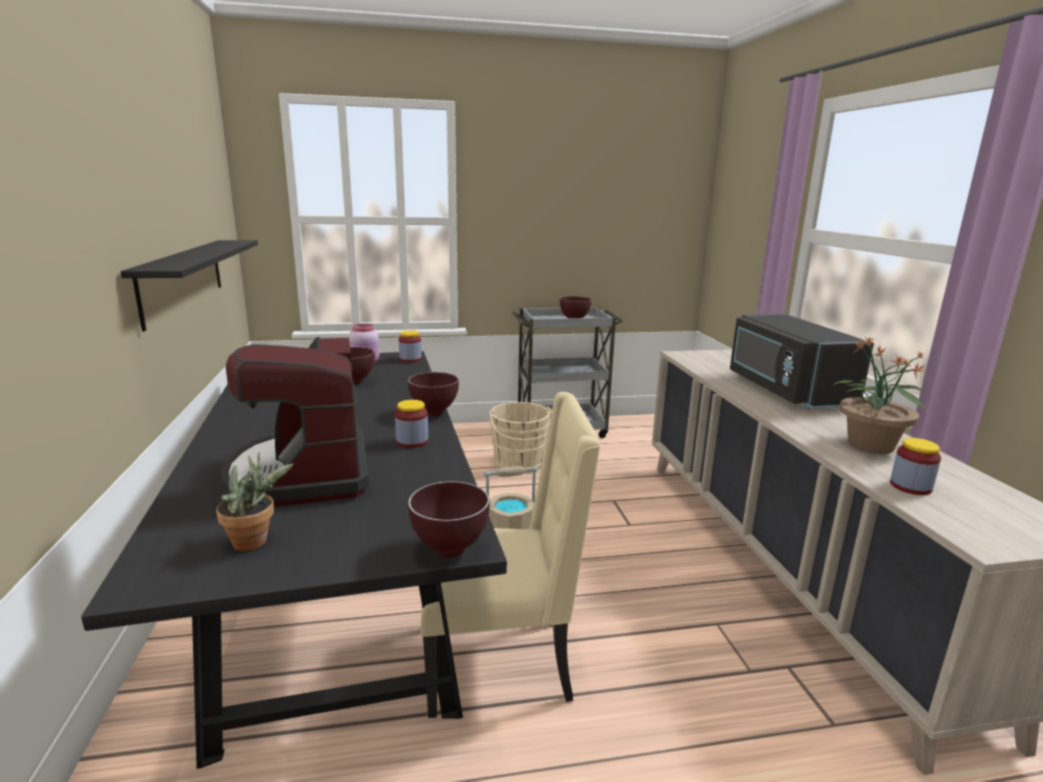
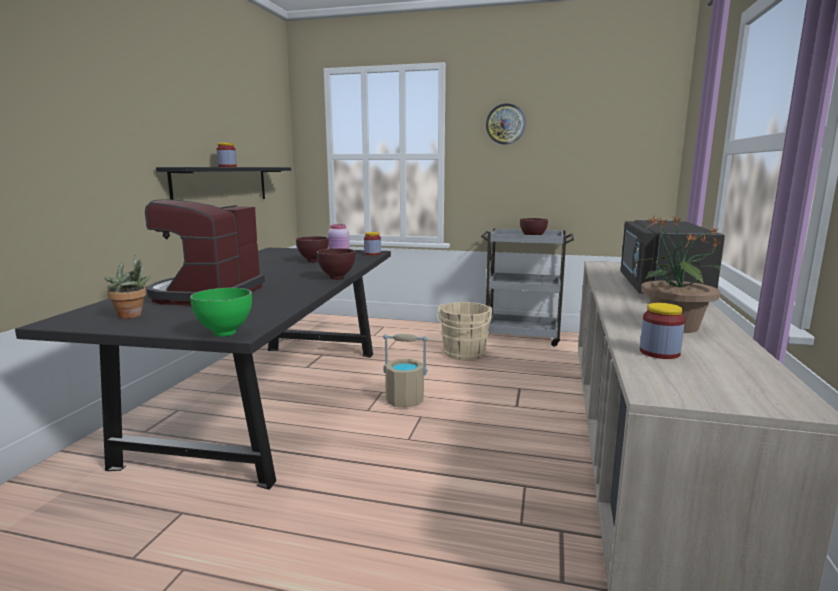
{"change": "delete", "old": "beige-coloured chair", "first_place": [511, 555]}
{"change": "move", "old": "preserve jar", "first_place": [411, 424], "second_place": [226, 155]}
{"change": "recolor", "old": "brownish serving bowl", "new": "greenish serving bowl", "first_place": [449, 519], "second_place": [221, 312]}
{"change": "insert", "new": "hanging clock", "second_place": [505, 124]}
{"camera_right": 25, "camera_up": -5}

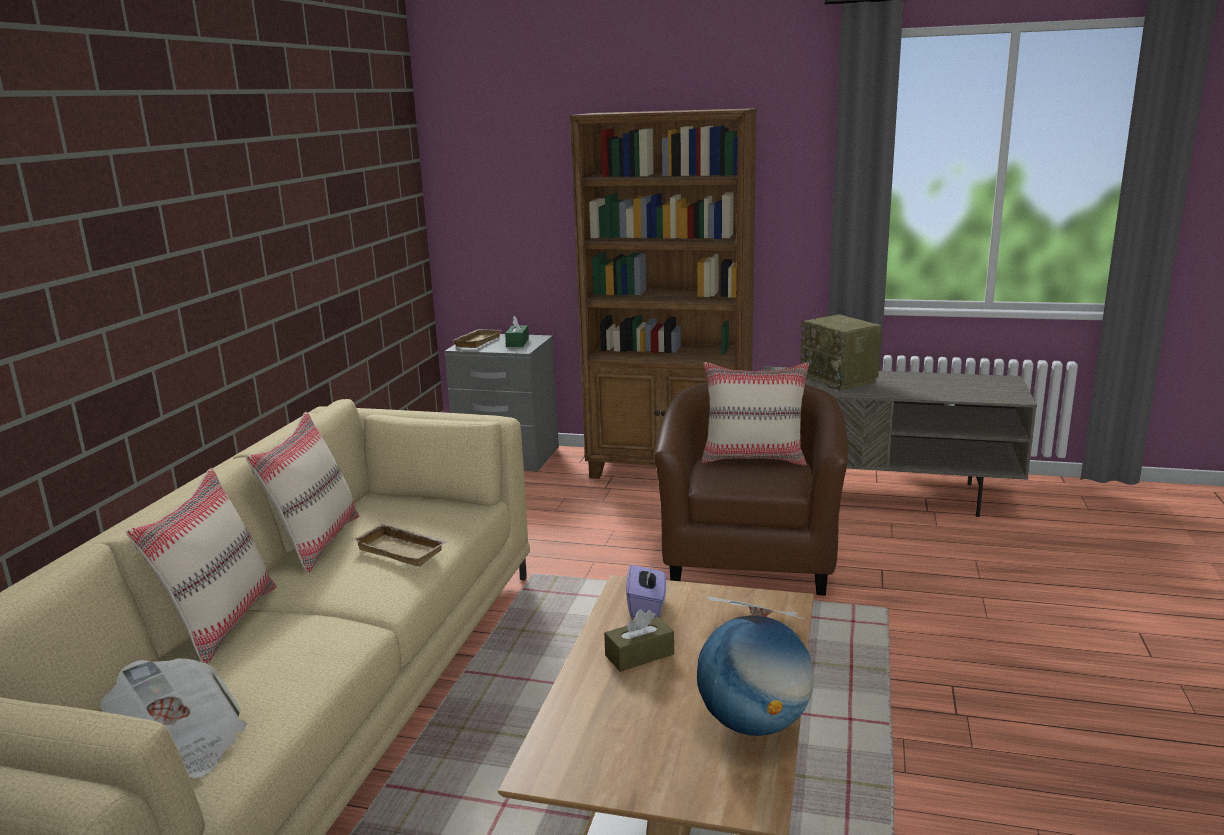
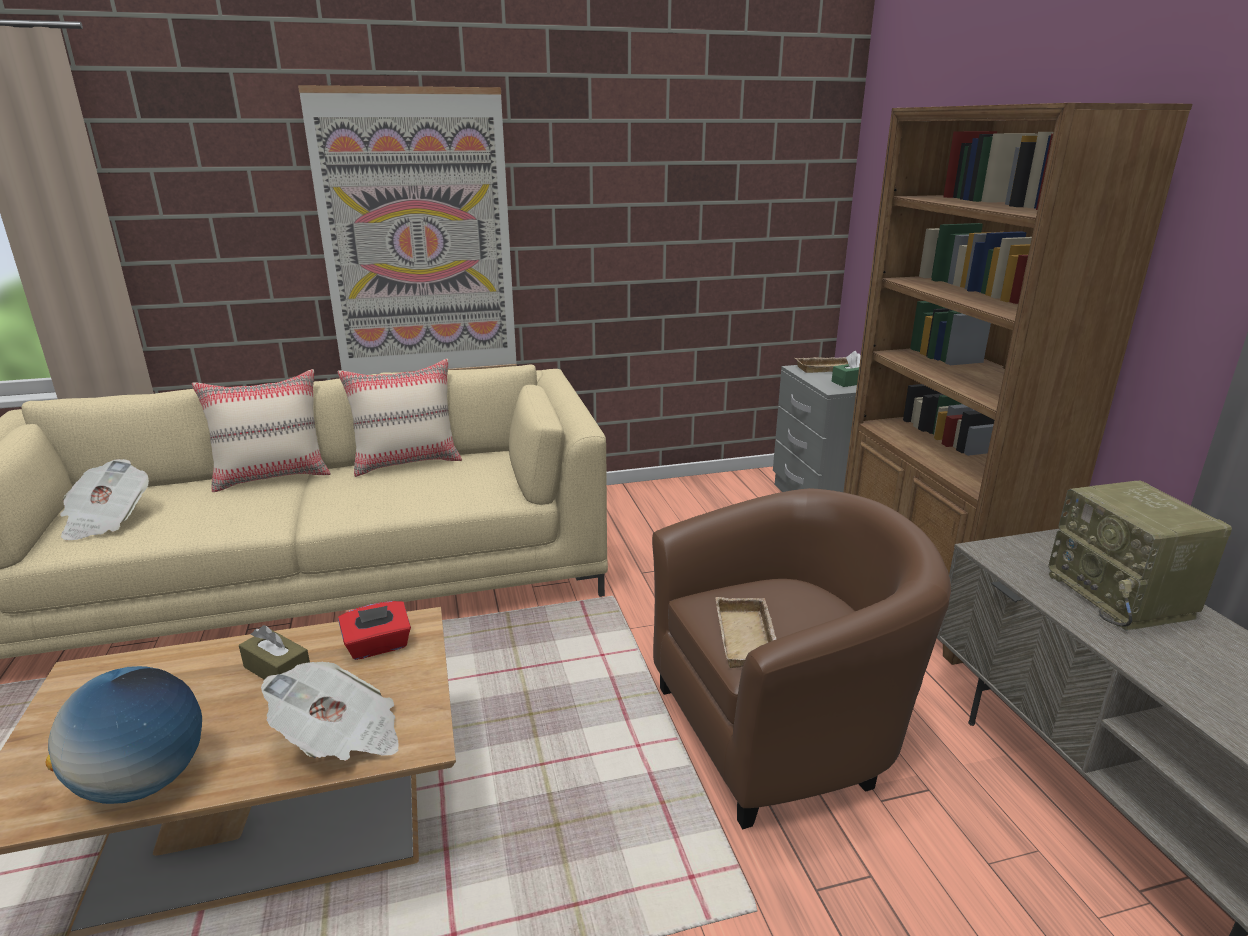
{"change": "rotate", "old": "radio receiver", "first_place": [841, 352], "second_place": [1140, 556], "degrees": -45}
{"change": "delete", "old": "beige-coloured throw pillow", "first_place": [755, 414]}
{"change": "move", "old": "beige-coloured serving tray", "first_place": [400, 545], "second_place": [745, 632]}
{"change": "recolor", "old": "purplish tissue holder", "new": "red-coloured tissue holder", "first_place": [646, 590], "second_place": [374, 630]}
{"change": "insert", "new": "wall art", "second_place": [407, 230]}
{"camera_right": 60, "camera_up": 5}

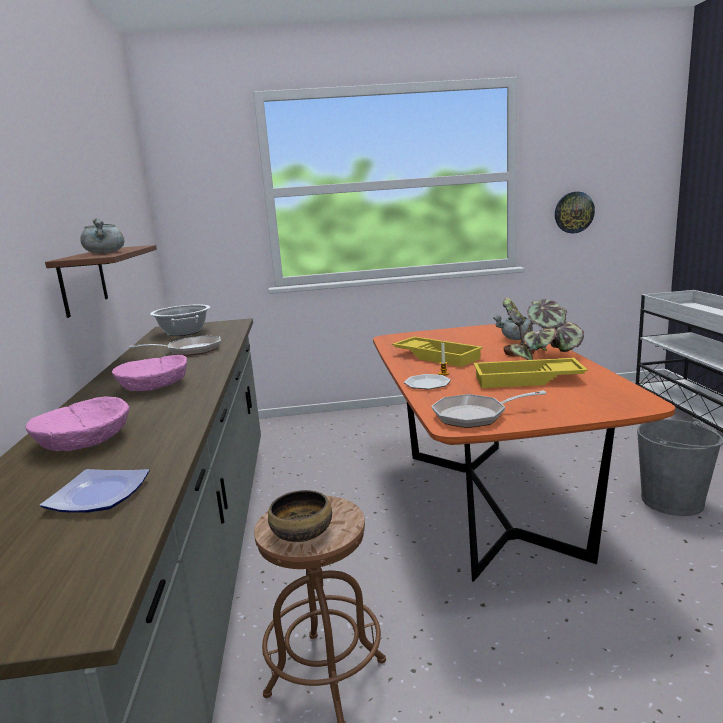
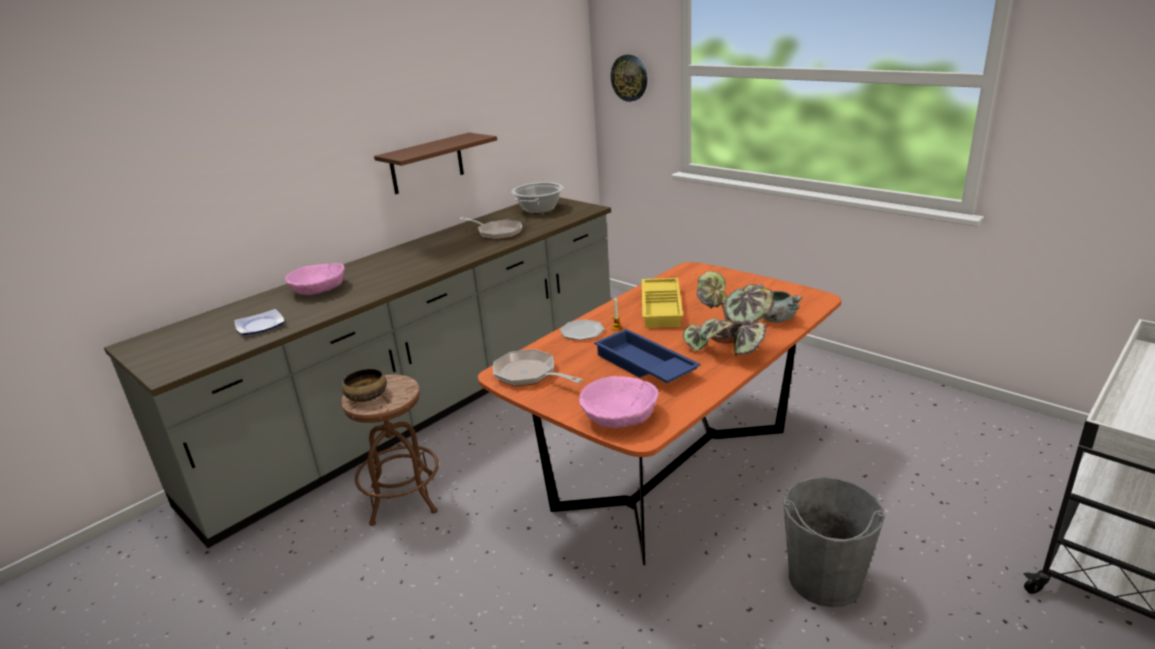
{"change": "move", "old": "hanging clock", "first_place": [575, 212], "second_place": [629, 78]}
{"change": "delete", "old": "gray stockpot", "first_place": [102, 235]}
{"change": "move", "old": "pink-coloured serving bowl", "first_place": [149, 373], "second_place": [619, 402]}
{"change": "recolor", "old": "yellowish serving tray", "new": "blue-coloured serving tray", "first_place": [531, 373], "second_place": [647, 356]}
{"camera_right": 50, "camera_up": 10}

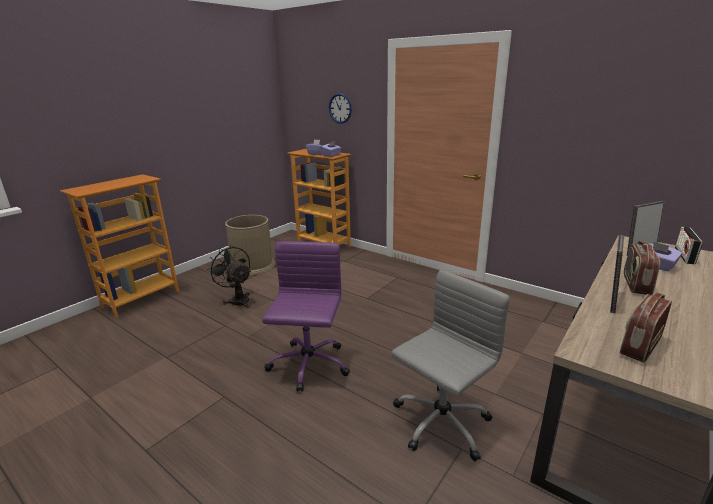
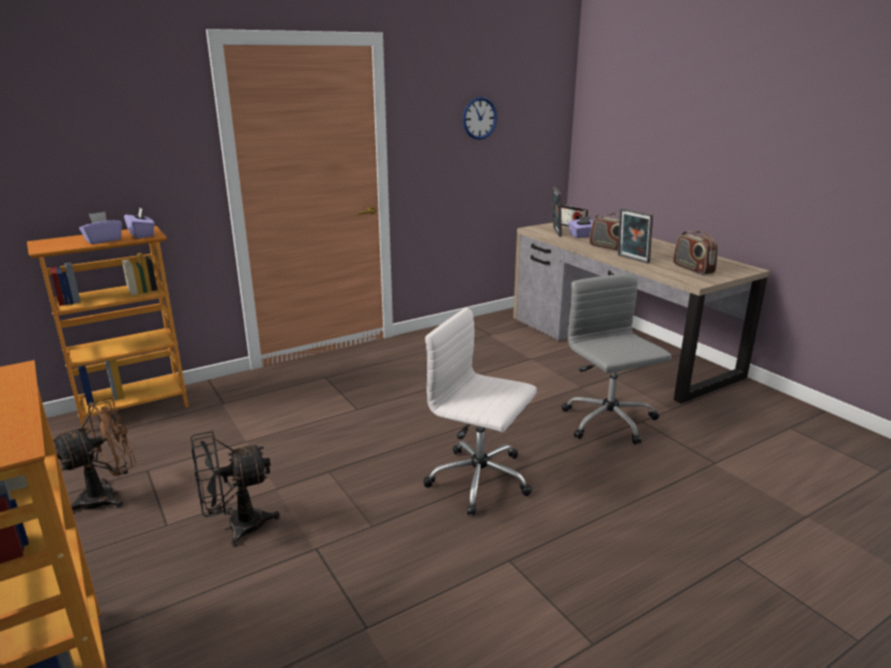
{"change": "move", "old": "hanging clock", "first_place": [340, 108], "second_place": [480, 118]}
{"change": "replace", "old": "brownish rubbish bin", "new": "brownish cooling fan", "first_place": [250, 245], "second_place": [94, 454]}
{"change": "recolor", "old": "purplish desk chair", "new": "whitish desk chair", "first_place": [306, 316], "second_place": [480, 411]}
{"camera_right": -70, "camera_up": 0}

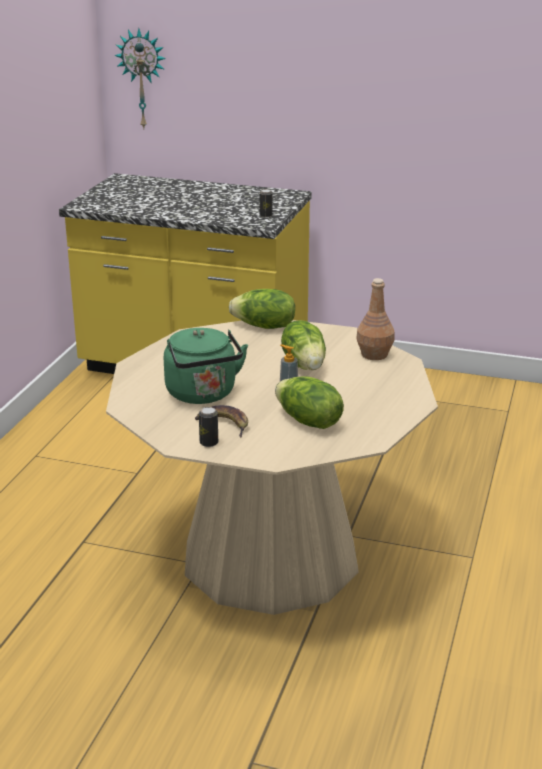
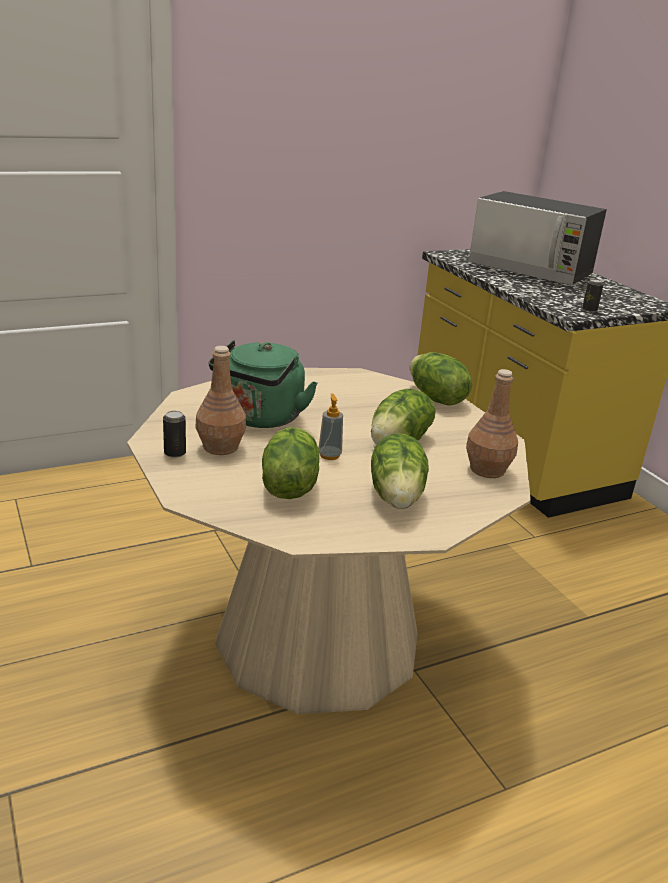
{"change": "delete", "old": "hanging clock", "first_place": [140, 78]}
{"change": "replace", "old": "whole banana", "new": "brownish bottle", "first_place": [221, 421], "second_place": [220, 400]}
{"change": "insert", "new": "microwave oven", "second_place": [537, 238]}
{"change": "insert", "new": "head of lettuce", "second_place": [400, 471]}
{"camera_right": 45, "camera_up": 0}

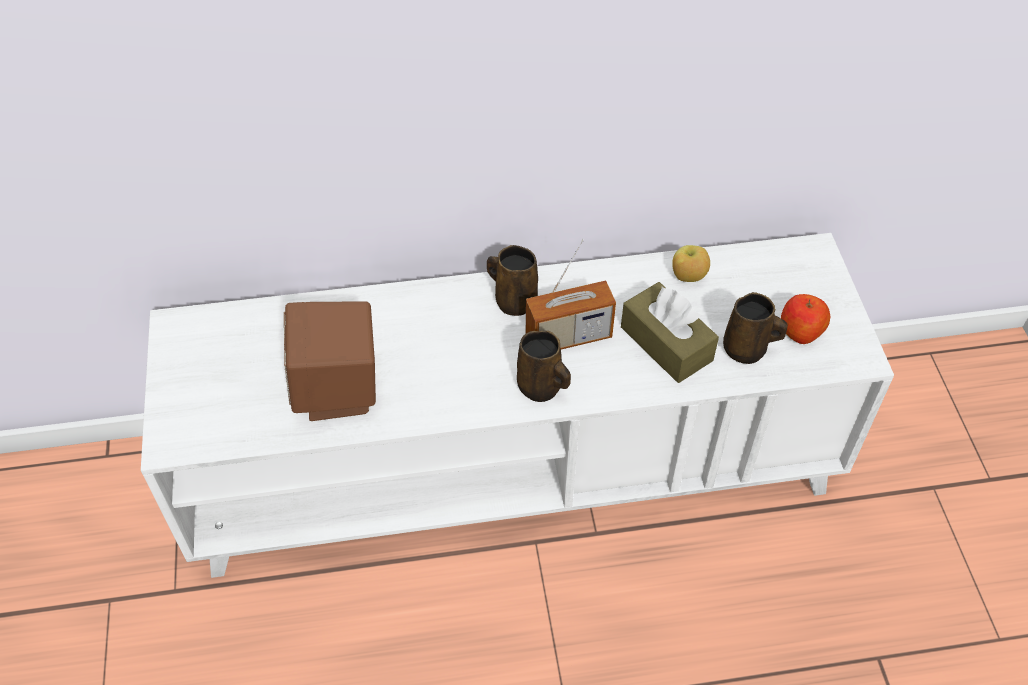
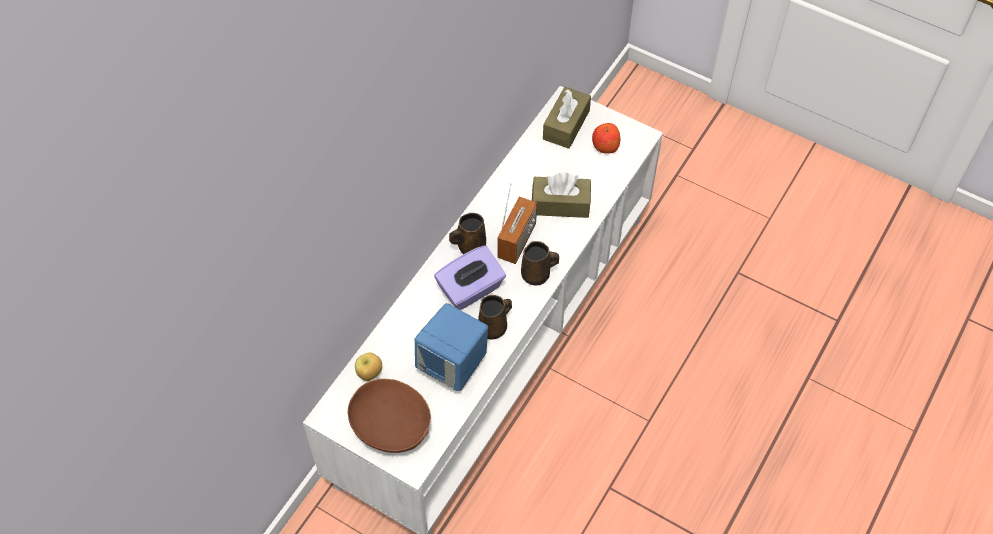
{"change": "move", "old": "whole apple", "first_place": [691, 263], "second_place": [368, 367]}
{"change": "move", "old": "brownish coffee mug", "first_place": [755, 328], "second_place": [495, 317]}
{"change": "recolor", "old": "brownish speaker", "new": "blue-coloured speaker", "first_place": [330, 361], "second_place": [451, 347]}
{"change": "insert", "new": "brownish tissue holder", "second_place": [567, 118]}
{"change": "insert", "new": "purplish tissue holder", "second_place": [470, 277]}
{"change": "insert", "new": "brownish serving bowl", "second_place": [389, 416]}
{"camera_right": -50, "camera_up": 5}

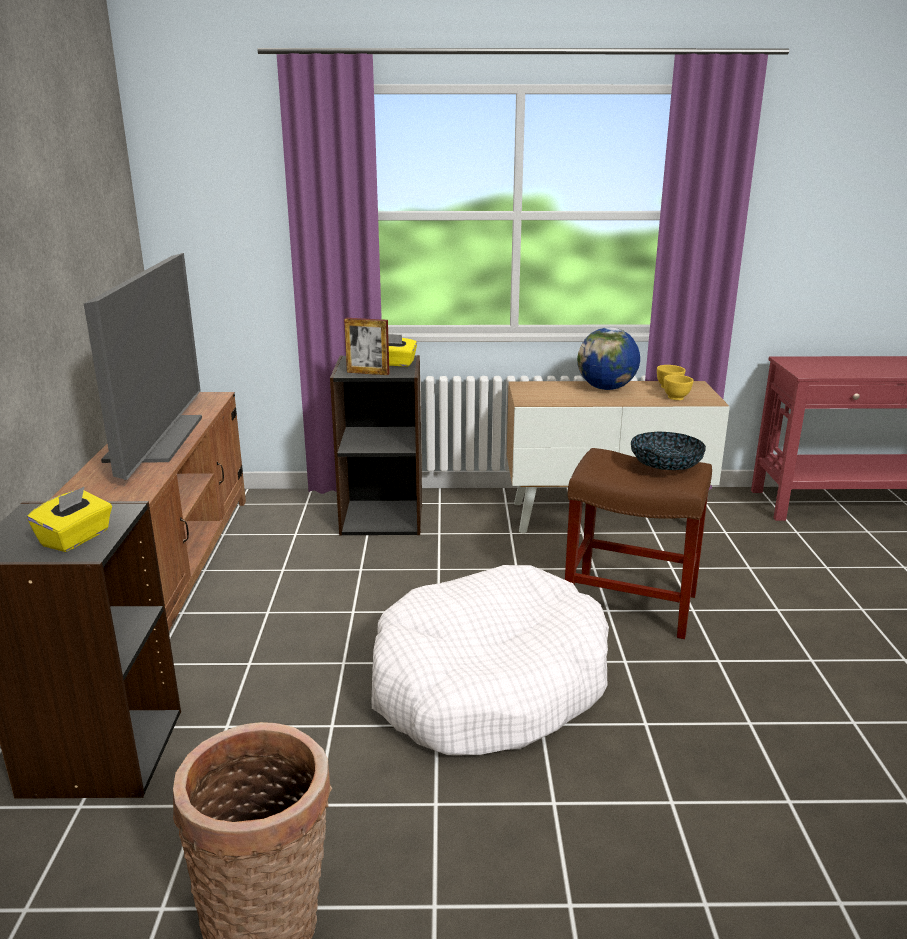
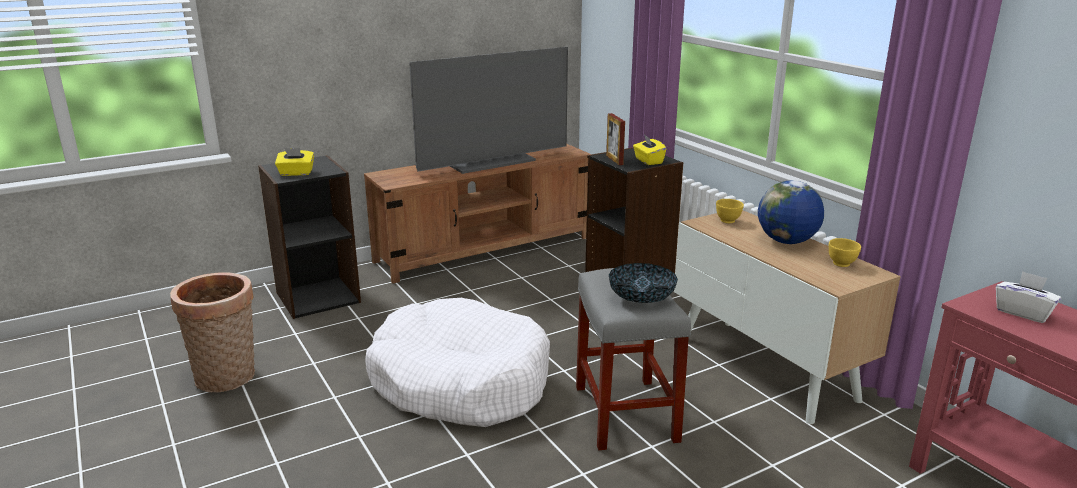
{"change": "move", "old": "yellowish serving bowl", "first_place": [679, 387], "second_place": [730, 211]}
{"change": "recolor", "old": "brownish stool seat", "new": "gray stool seat", "first_place": [638, 543], "second_place": [633, 359]}
{"change": "insert", "new": "whitish tissue holder", "second_place": [1028, 297]}
{"camera_right": 60, "camera_up": 0}

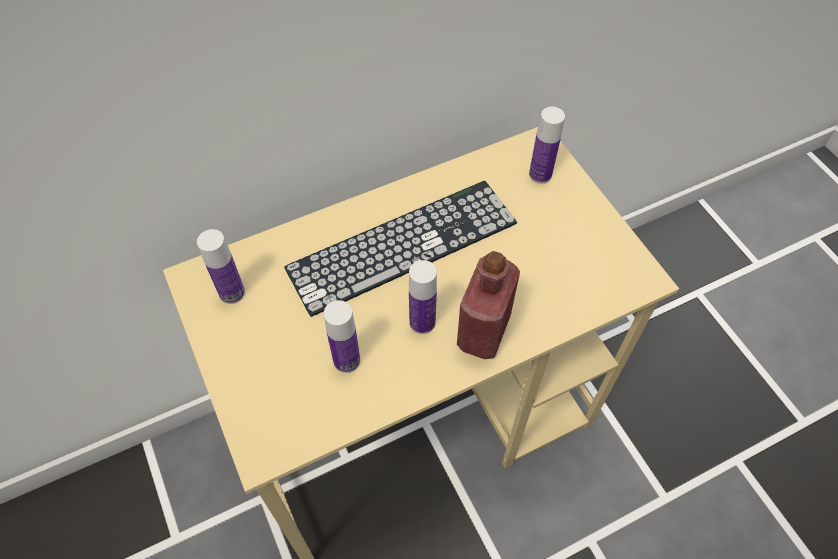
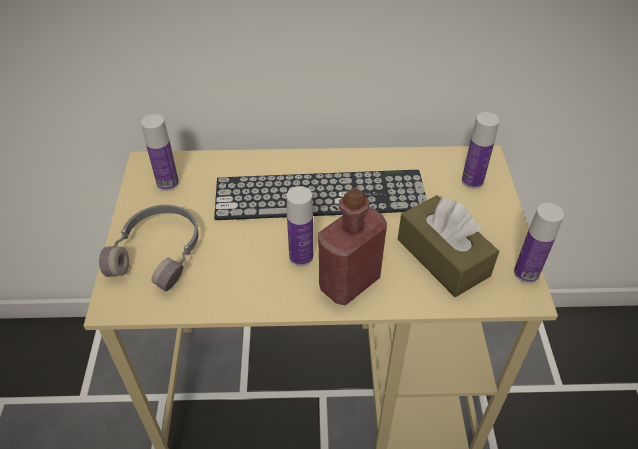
{"change": "move", "old": "bottle", "first_place": [342, 336], "second_place": [539, 243]}
{"change": "insert", "new": "brownish tissue holder", "second_place": [448, 246]}
{"change": "insert", "new": "gray pair of headphones", "second_place": [149, 248]}
{"camera_right": 25, "camera_up": -10}

